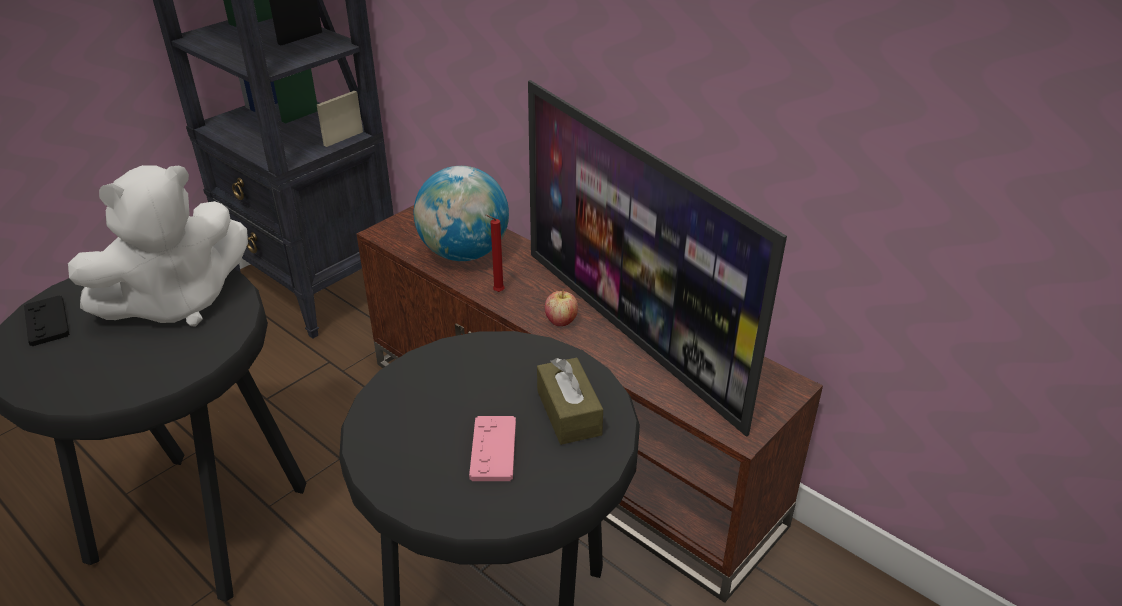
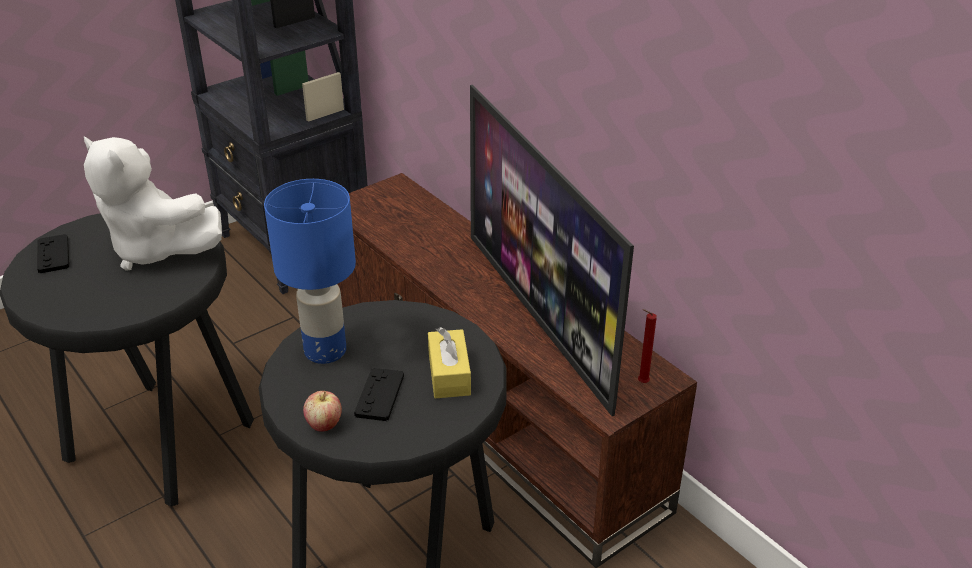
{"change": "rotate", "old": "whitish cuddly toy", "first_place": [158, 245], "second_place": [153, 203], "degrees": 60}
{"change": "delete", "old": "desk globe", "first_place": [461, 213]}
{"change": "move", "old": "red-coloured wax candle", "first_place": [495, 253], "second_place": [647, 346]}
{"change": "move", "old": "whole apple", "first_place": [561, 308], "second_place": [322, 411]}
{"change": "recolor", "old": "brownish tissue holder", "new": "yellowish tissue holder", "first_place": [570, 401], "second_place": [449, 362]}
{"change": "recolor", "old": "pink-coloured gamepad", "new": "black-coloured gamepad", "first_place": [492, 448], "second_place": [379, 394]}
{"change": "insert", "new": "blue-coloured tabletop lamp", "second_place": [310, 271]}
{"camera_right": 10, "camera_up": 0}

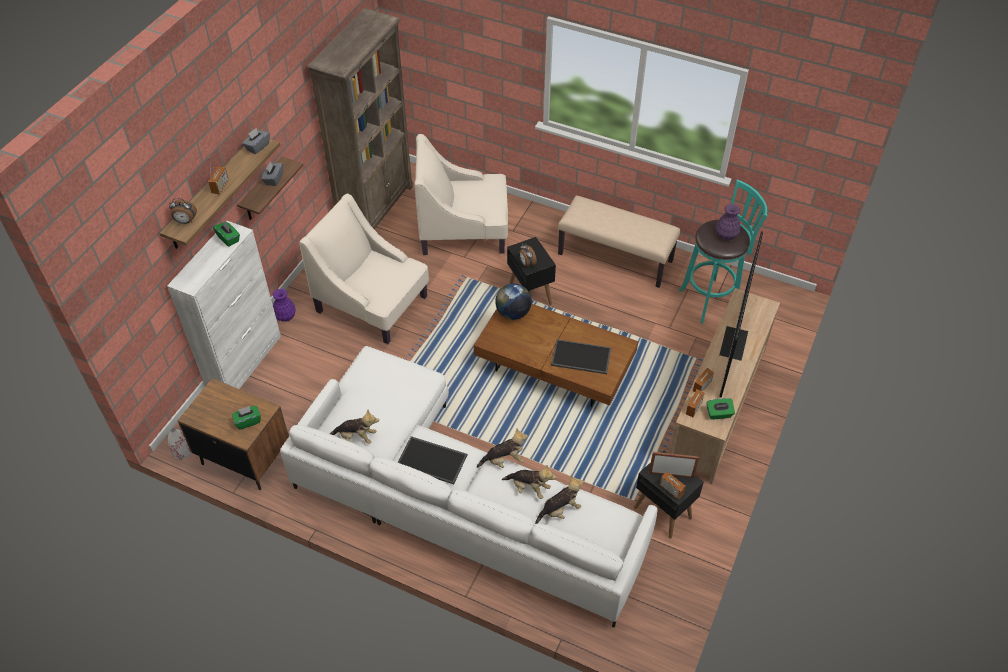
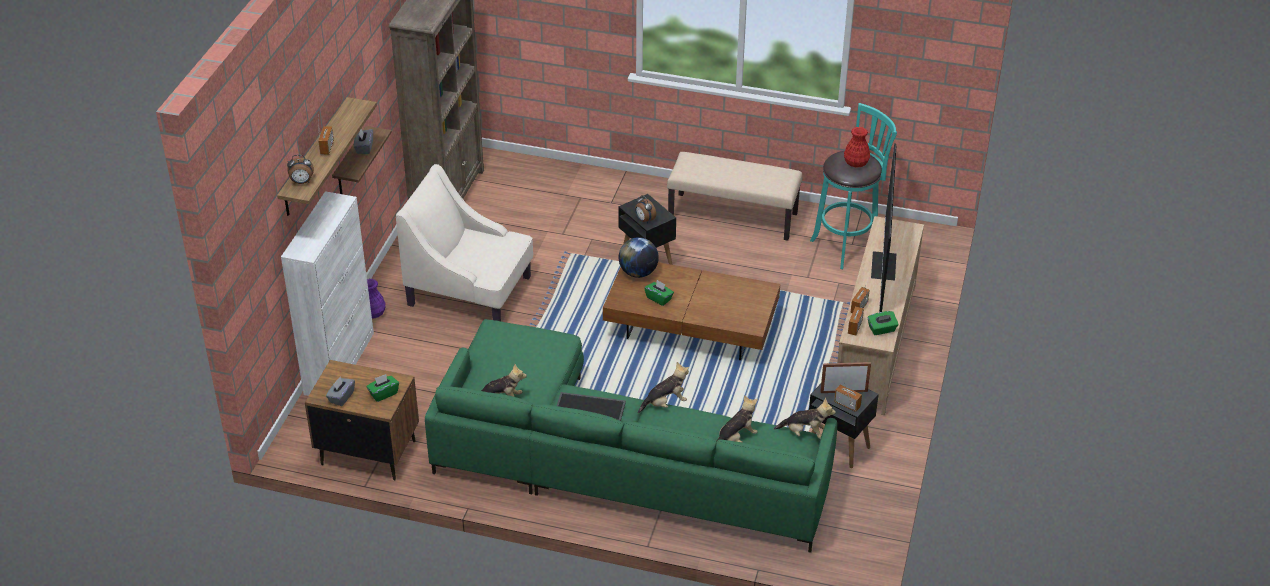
{"change": "move", "old": "gray tissue holder", "first_place": [256, 141], "second_place": [340, 391]}
{"change": "delete", "old": "beige-coloured easy chair", "first_place": [461, 194]}
{"change": "recolor", "old": "purplish flower vase", "new": "red-coloured flower vase", "first_place": [728, 222], "second_place": [857, 147]}
{"change": "move", "old": "greenish tissue holder", "first_place": [226, 234], "second_place": [659, 293]}
{"change": "delete", "old": "serving tray", "first_place": [581, 356]}
{"change": "recolor", "old": "whitish couch", "new": "greenish couch", "first_place": [469, 487], "second_place": [631, 436]}
{"change": "delete", "old": "whitish flower vase", "first_place": [180, 444]}
{"change": "move", "old": "cuddly toy", "first_place": [529, 482], "second_place": [805, 418]}
{"camera_right": -10, "camera_up": -10}

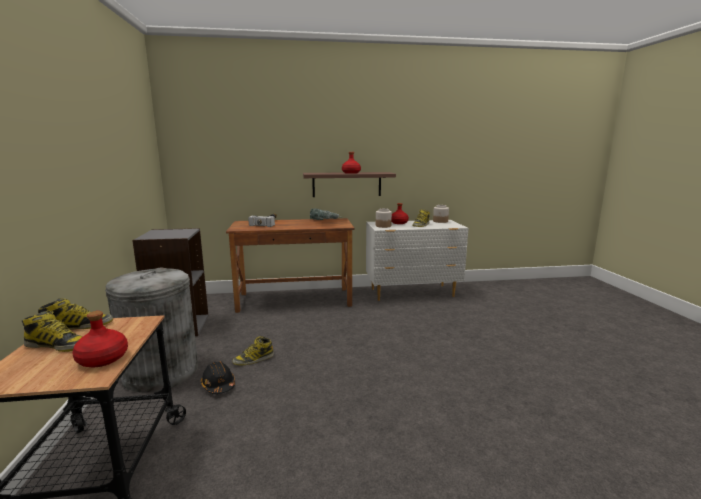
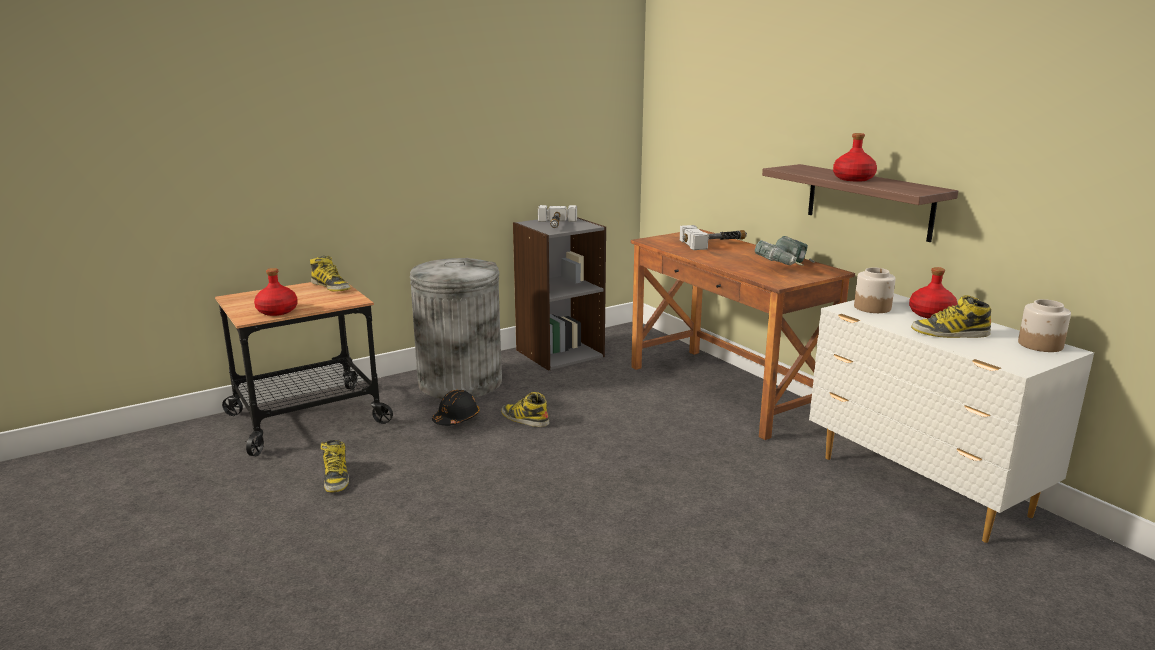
{"change": "move", "old": "high-top boot", "first_place": [52, 331], "second_place": [335, 466]}
{"change": "insert", "new": "hand hammer", "second_place": [557, 216]}
{"camera_right": 65, "camera_up": 5}

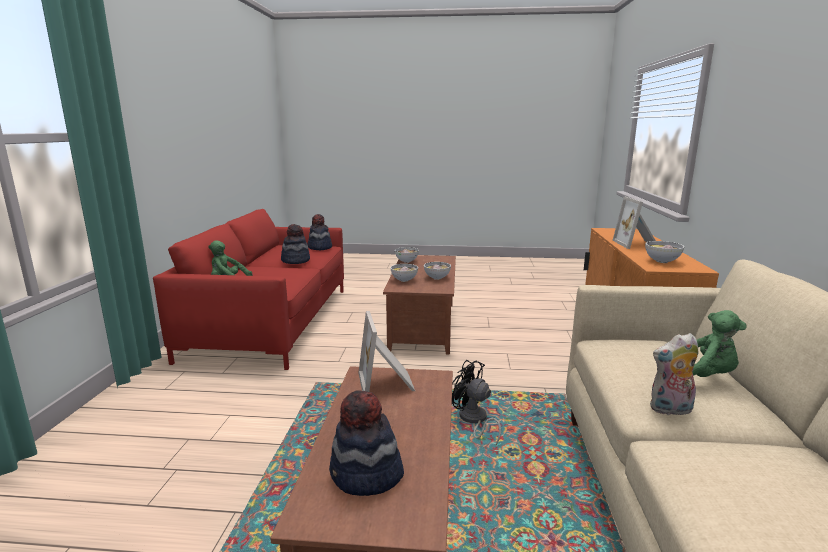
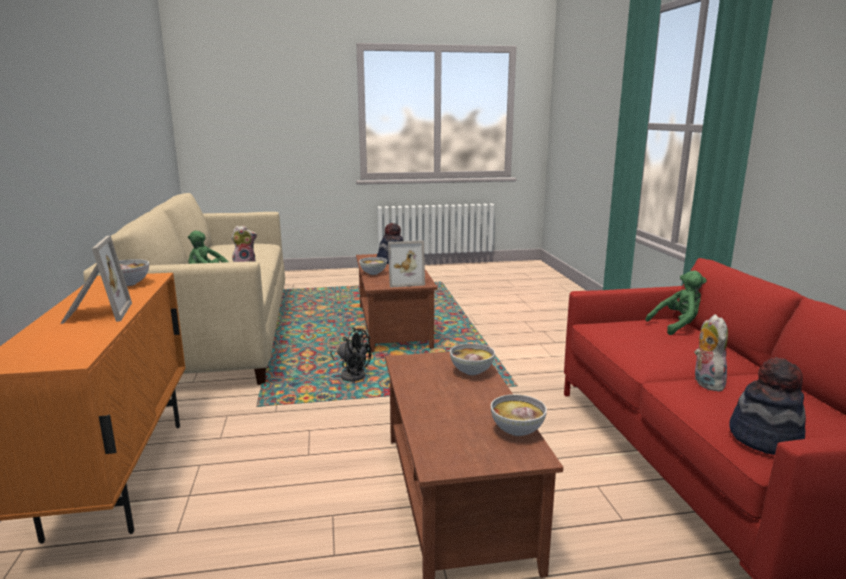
{"change": "replace", "old": "wearable hat", "new": "cuddly toy", "first_place": [295, 244], "second_place": [711, 352]}
{"change": "move", "old": "serving bowl", "first_place": [437, 271], "second_place": [373, 266]}
{"change": "rotate", "old": "standing frame", "first_place": [387, 351], "second_place": [406, 264], "degrees": 105}
{"camera_right": 165, "camera_up": 0}

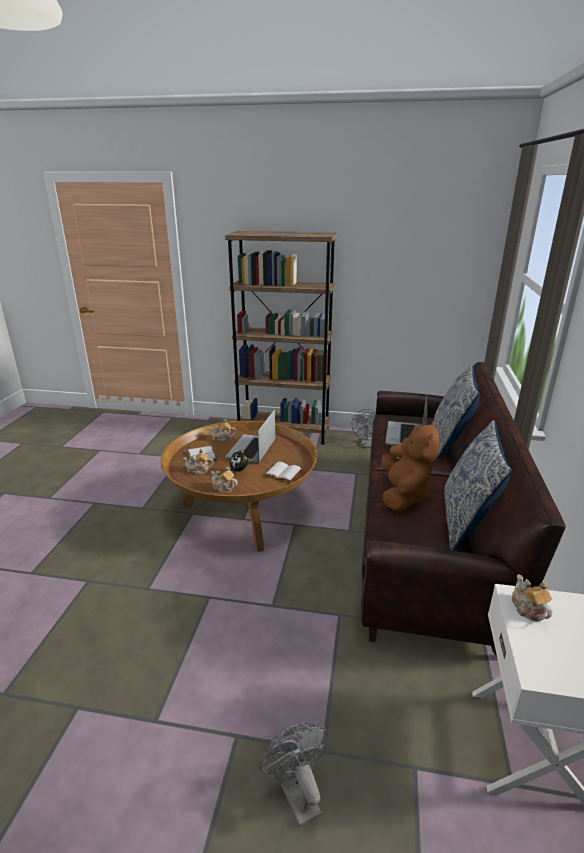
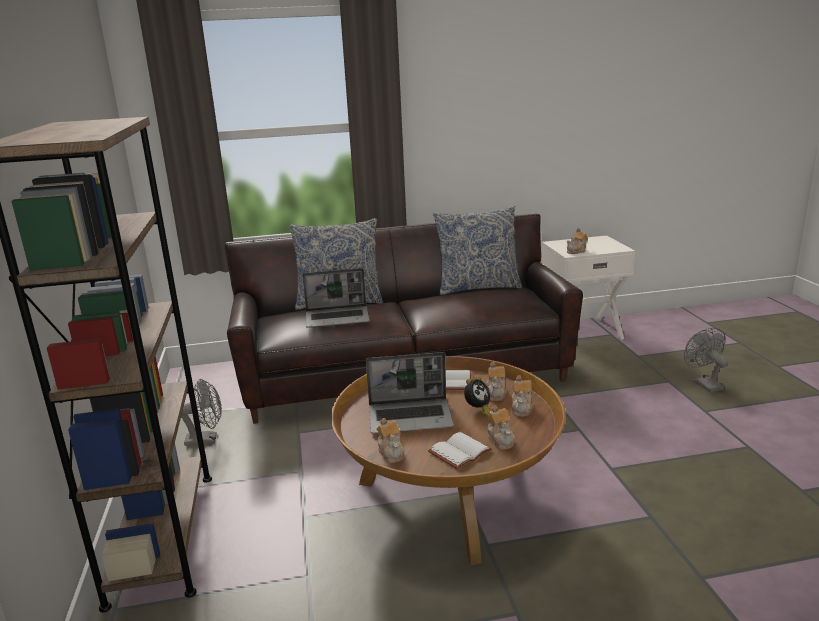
{"change": "delete", "old": "brownish cuddly toy", "first_place": [410, 466]}
{"change": "rotate", "old": "gray cooling fan", "first_place": [293, 775], "second_place": [705, 360], "degrees": 120}
{"change": "insert", "new": "pot for tea", "second_place": [497, 381]}
{"camera_right": -110, "camera_up": -5}

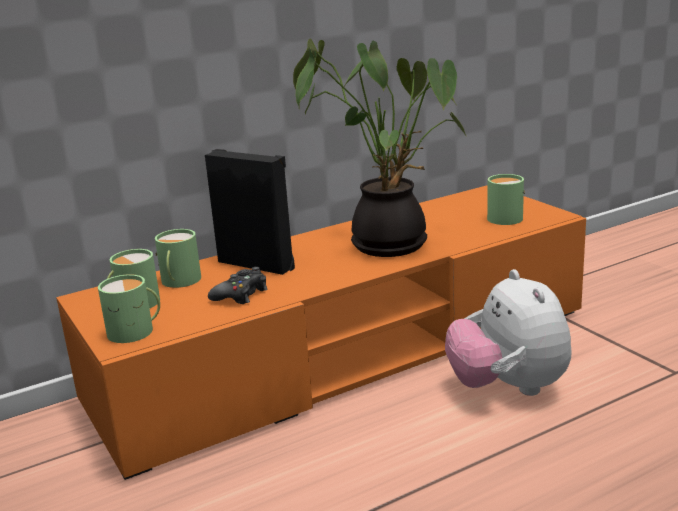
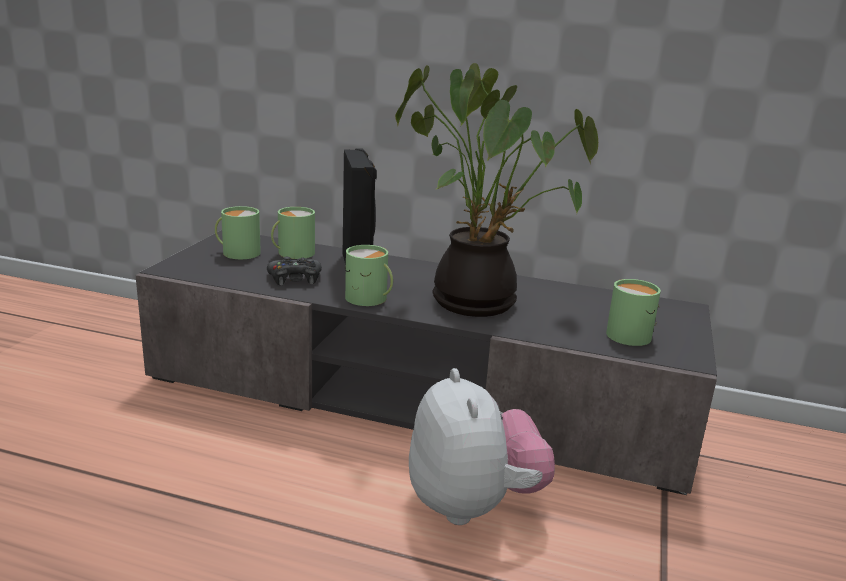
{"change": "recolor", "old": "orange tv unit", "new": "gray tv unit", "first_place": [321, 332], "second_place": [426, 362]}
{"change": "rotate", "old": "cuddly toy", "first_place": [508, 332], "second_place": [482, 446], "degrees": 135}
{"change": "move", "old": "greenish coffee mug", "first_place": [129, 308], "second_place": [369, 275]}
{"camera_right": 45, "camera_up": 0}

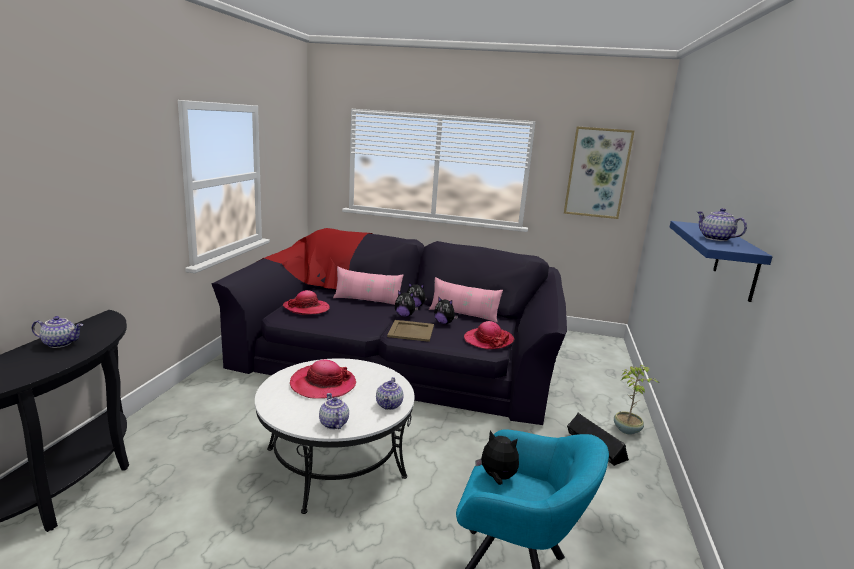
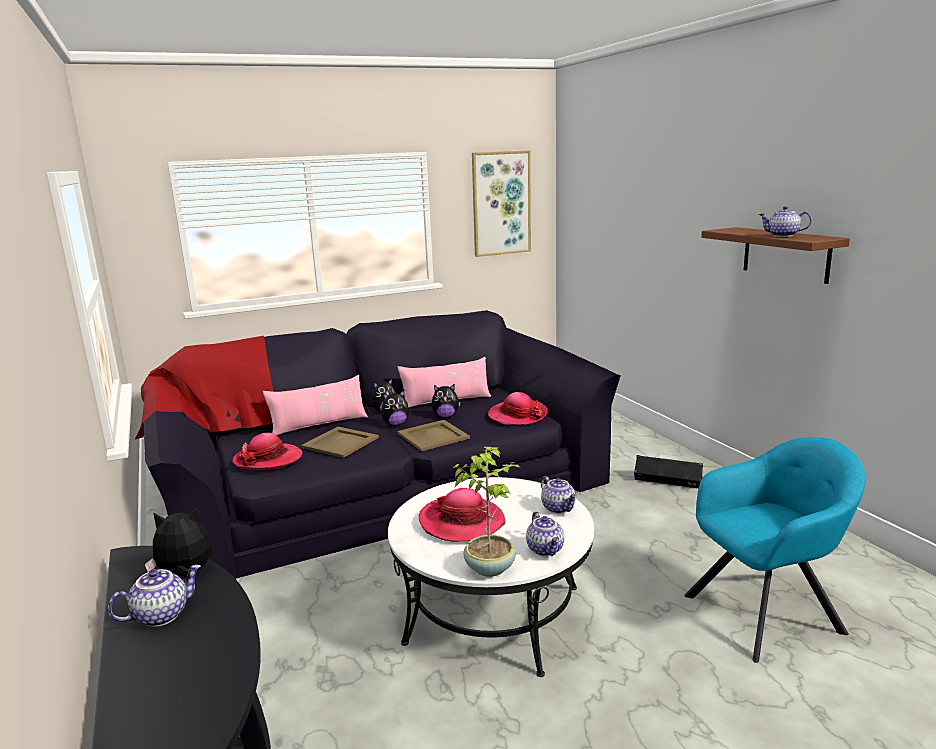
{"change": "recolor", "old": "blue-coloured wall shelf", "new": "brownish wall shelf", "first_place": [721, 261], "second_place": [775, 255]}
{"change": "move", "old": "potted plant", "first_place": [636, 400], "second_place": [487, 512]}
{"change": "rotate", "old": "pot for tea", "first_place": [334, 411], "second_place": [545, 533], "degrees": -135}
{"change": "move", "old": "cuddly toy", "first_place": [497, 458], "second_place": [178, 542]}
{"change": "insert", "new": "beige-coloured serving tray", "second_place": [340, 442]}
{"camera_right": -35, "camera_up": 0}

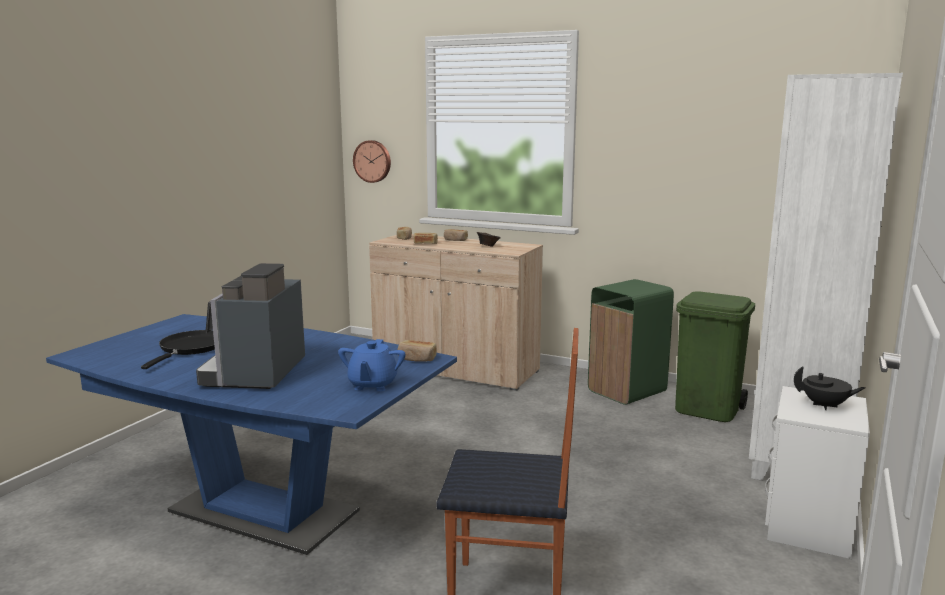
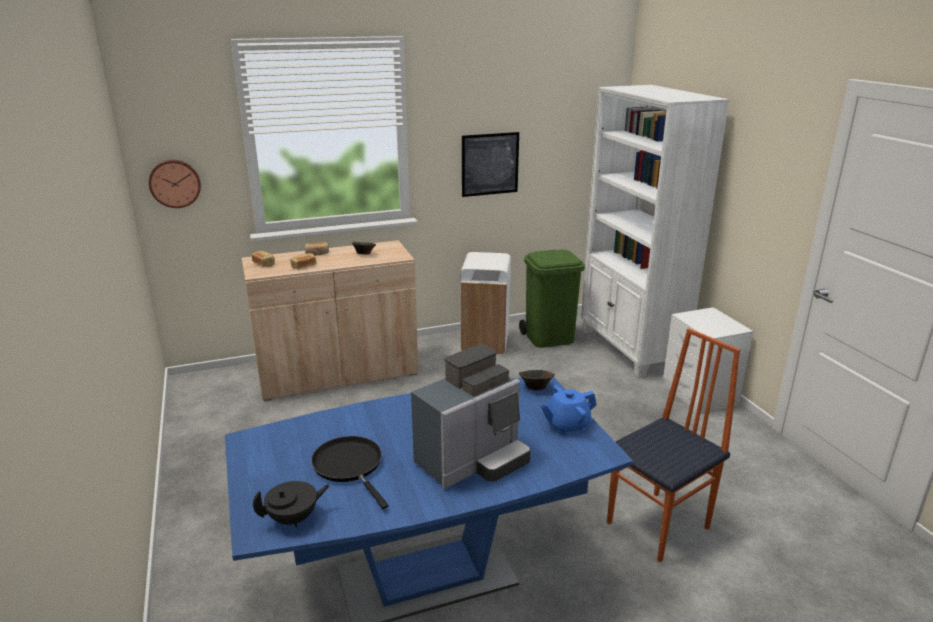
{"change": "rotate", "old": "coffee brewer", "first_place": [250, 326], "second_place": [471, 416], "degrees": -90}
{"change": "recolor", "old": "greenish rubbish bin", "new": "whitish rubbish bin", "first_place": [631, 342], "second_place": [485, 303]}
{"change": "rotate", "old": "blue-coloured pot for tea", "first_place": [372, 365], "second_place": [569, 410], "degrees": 105}
{"change": "replace", "old": "bread", "new": "brownish serving bowl", "first_place": [417, 351], "second_place": [537, 380]}
{"change": "move", "old": "black-coloured pot for tea", "first_place": [830, 388], "second_place": [291, 504]}
{"change": "insert", "new": "wall art", "second_place": [490, 164]}
{"camera_right": -45, "camera_up": 10}

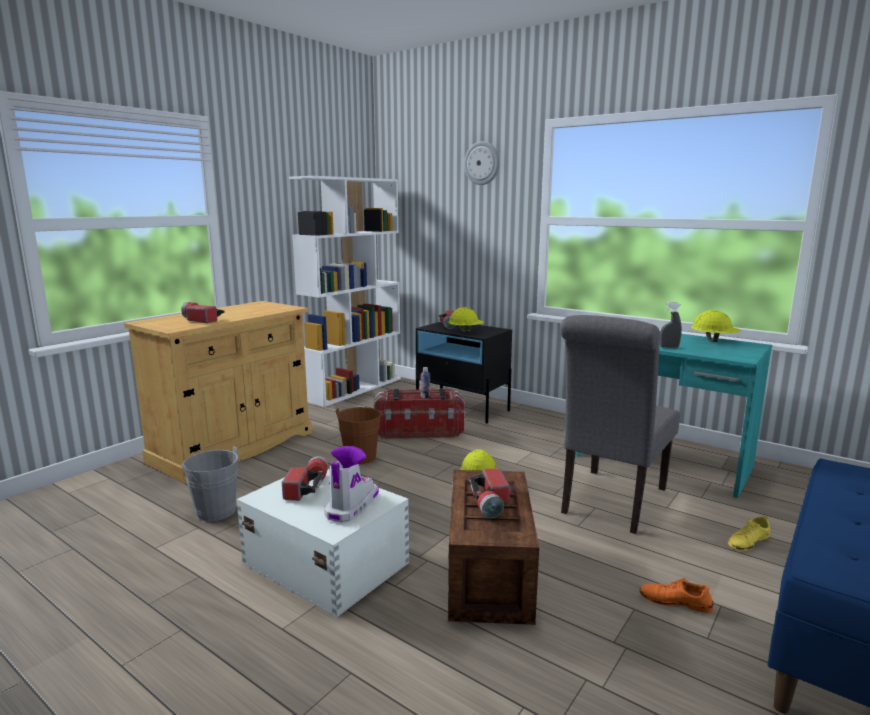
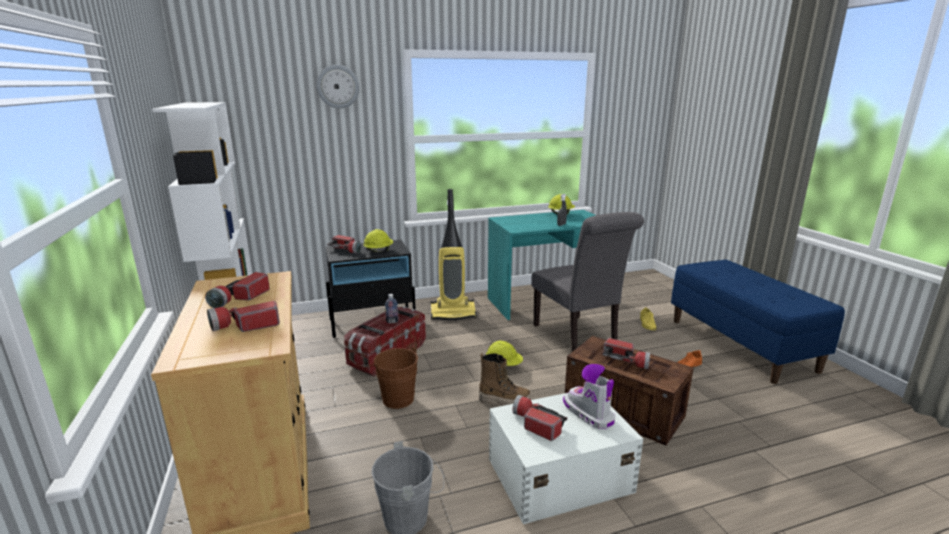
{"change": "insert", "new": "vacuum", "second_place": [454, 254]}
{"change": "insert", "new": "torch", "second_place": [237, 290]}
{"change": "insert", "new": "high-top boot", "second_place": [505, 379]}
{"camera_right": -55, "camera_up": 5}

